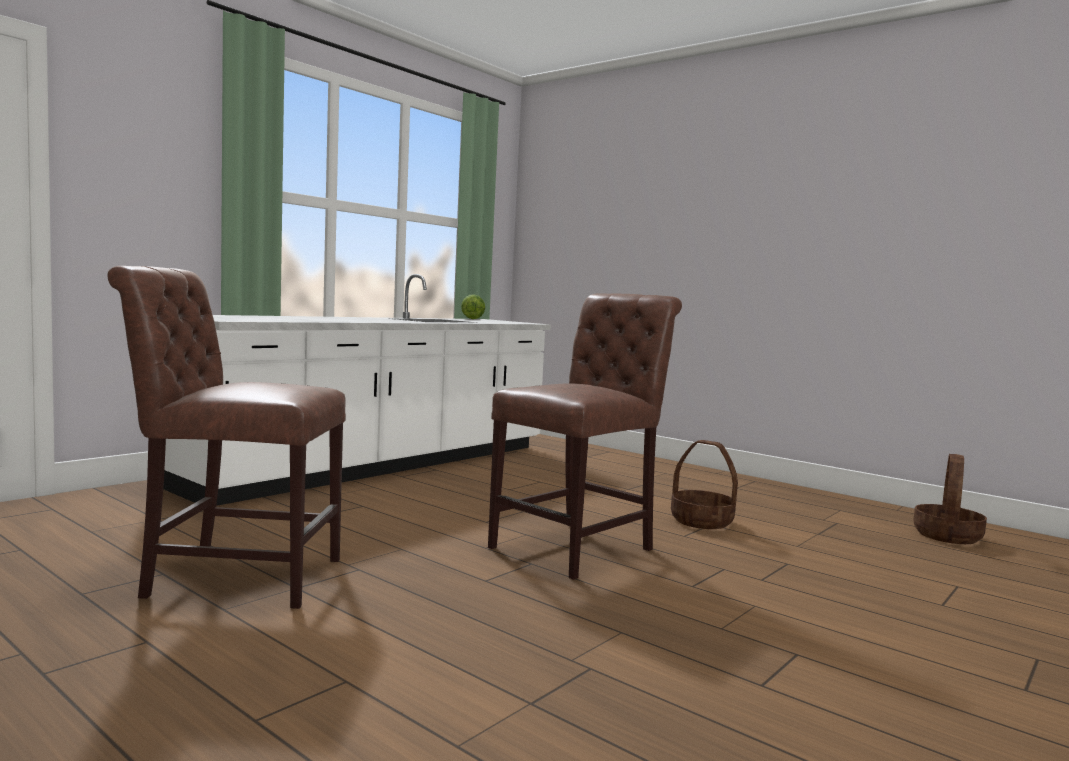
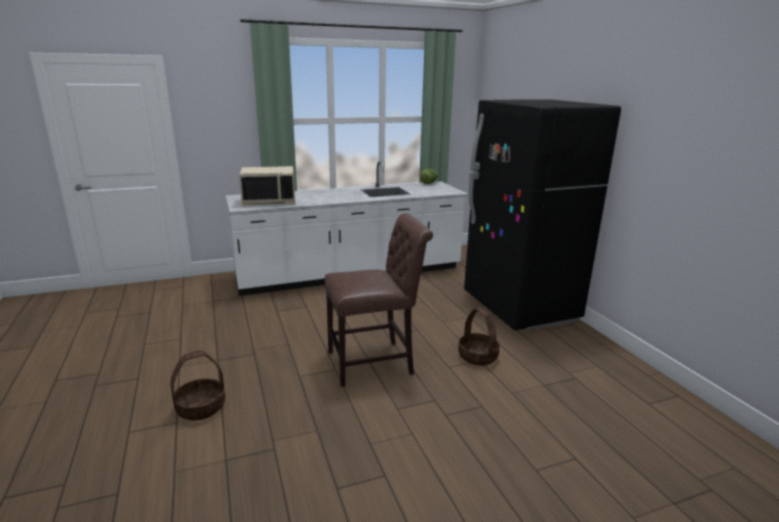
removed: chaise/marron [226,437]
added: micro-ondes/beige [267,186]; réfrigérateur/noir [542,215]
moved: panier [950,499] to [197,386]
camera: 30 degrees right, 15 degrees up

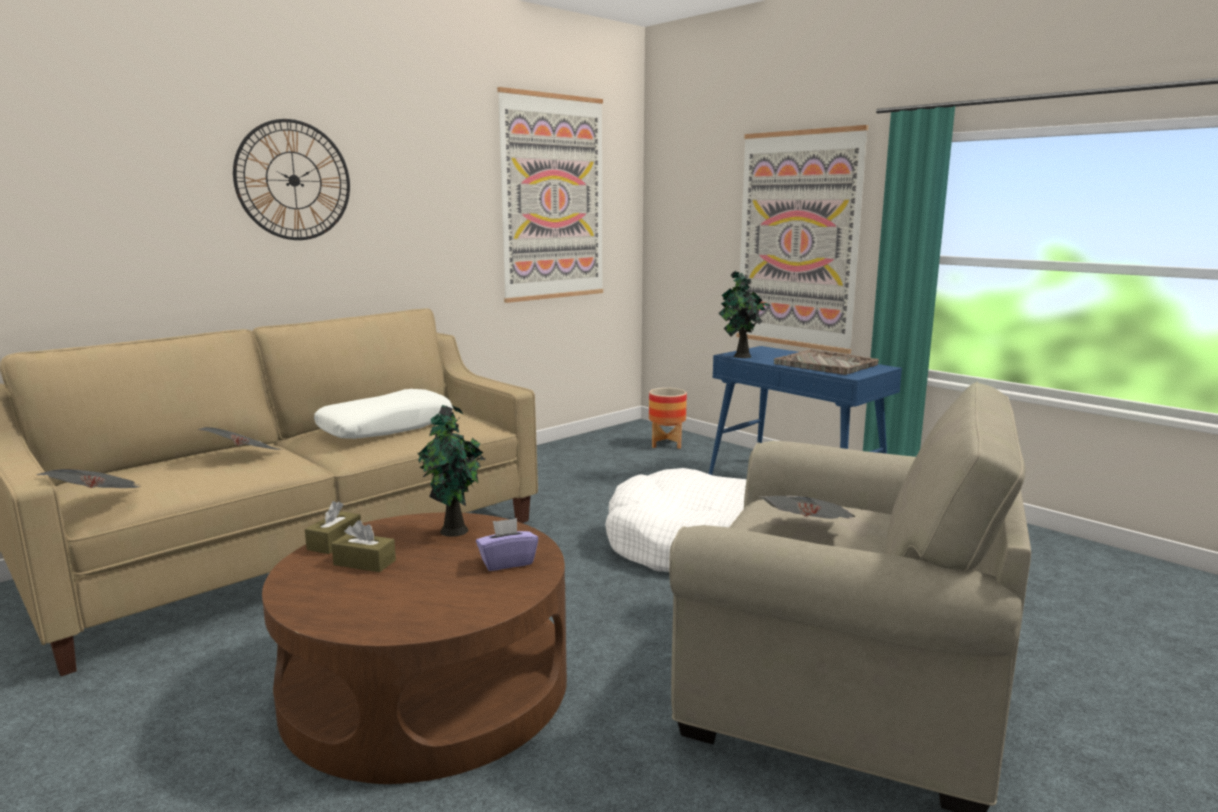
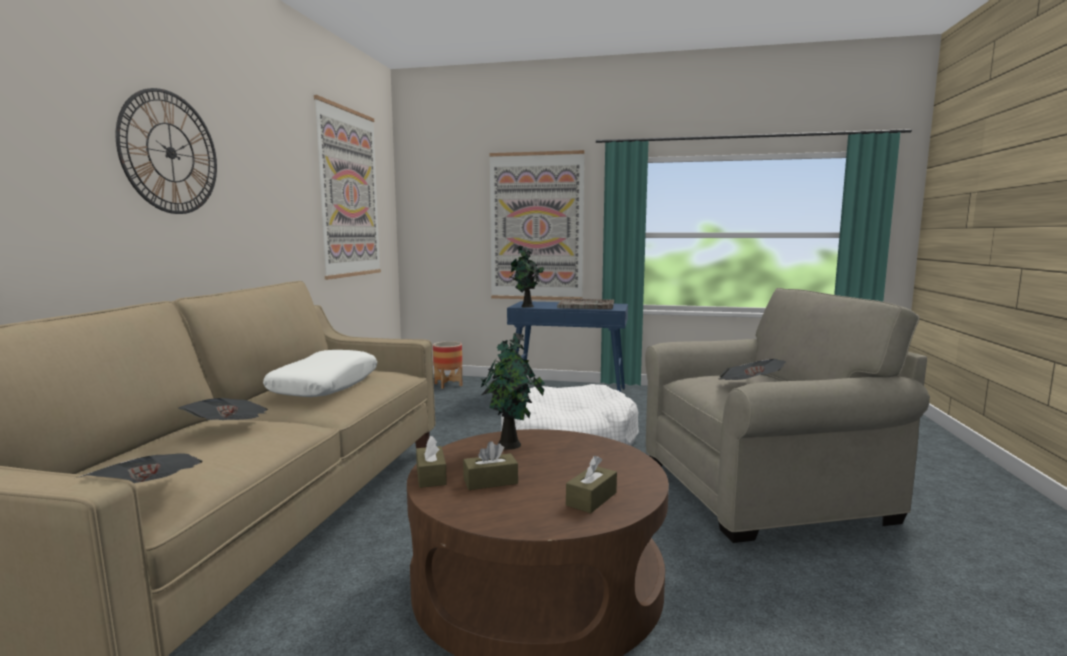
removed: boîte à mouchoirs/violet [507,544]
added: boîte à mouchoirs/marron [591,484]
camera: 35 degrees left, 5 degrees down

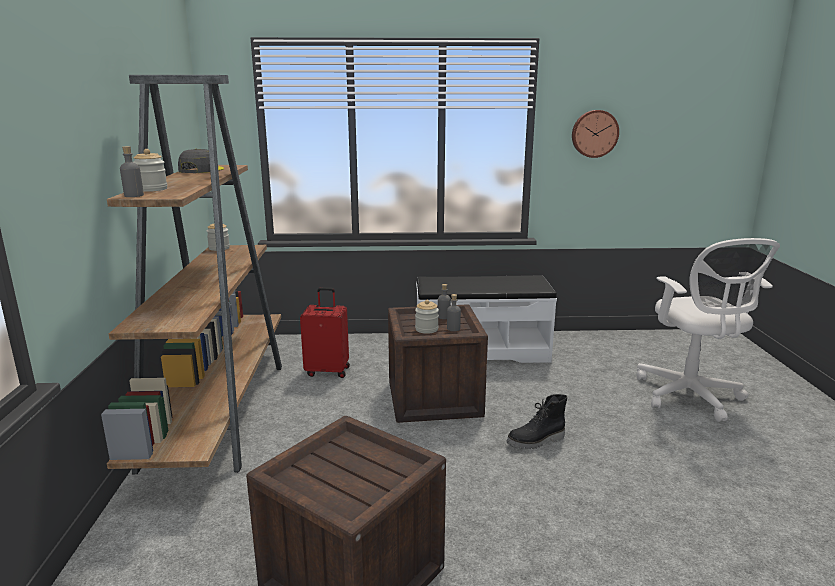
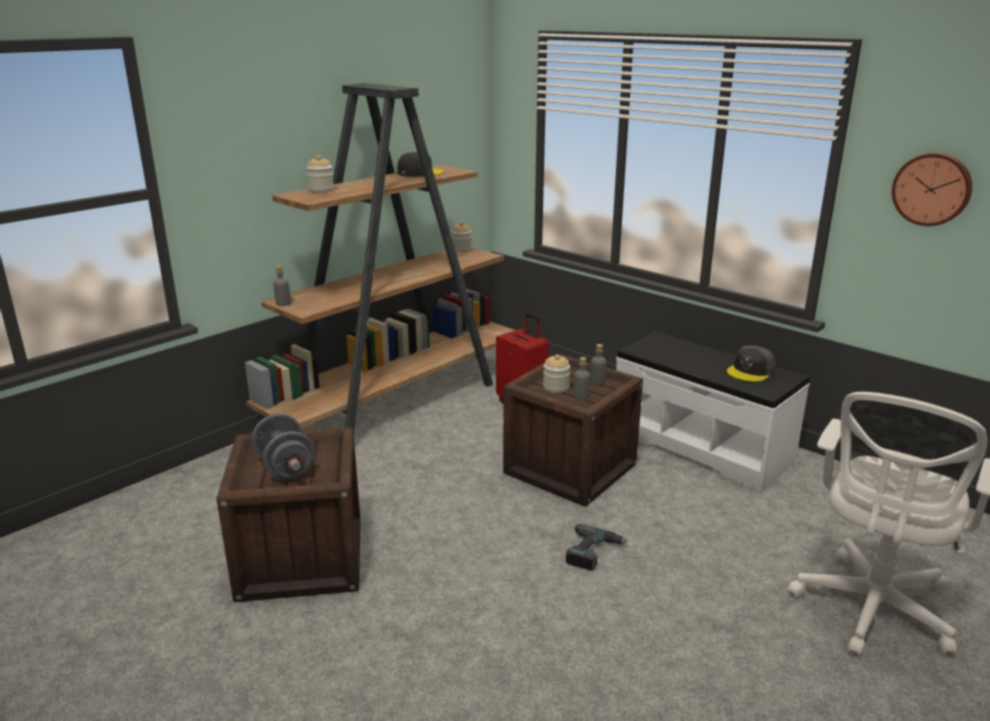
added: haltère/gris [283,446]; casquette/gris [751,363]
moved: bouteille/gris [132,171] to [282,285]
replaced: botte/noir [536,421] to perceuse [597,547]
camera: 45 degrees right, 5 degrees up

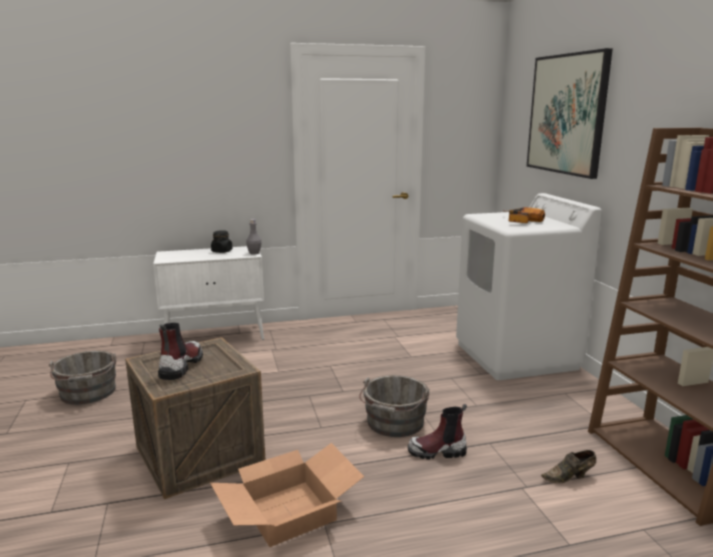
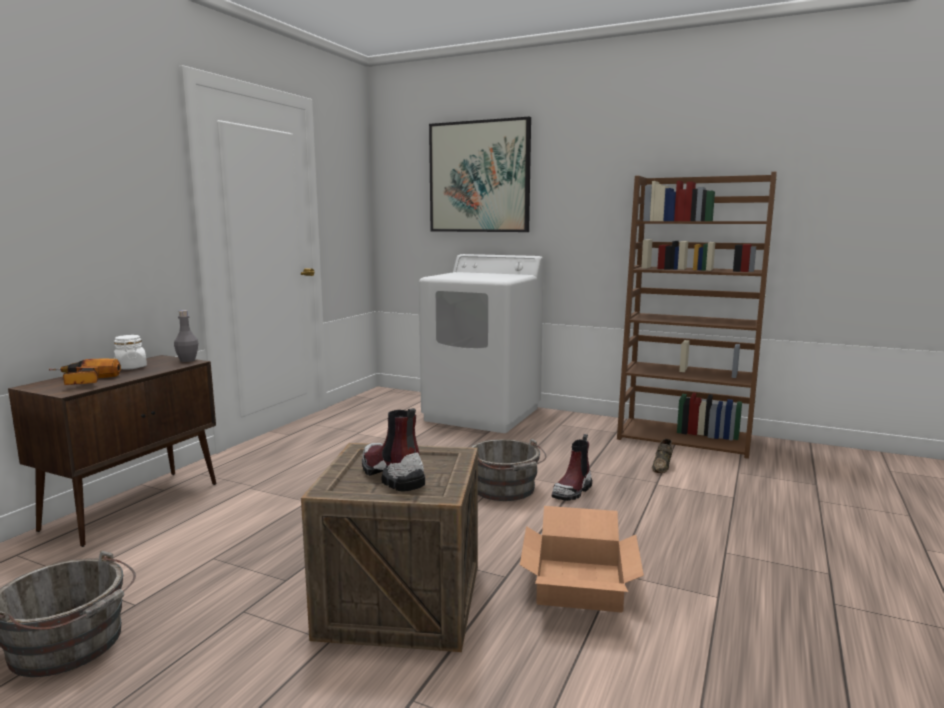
moved: perceuse [524,215] to [85,371]
recoloured: meuble de rangement/blanc [208,293] to meuble de rangement/marron [112,451]; bocal/noir [222,241] to bocal/blanc [130,352]
camera: 50 degrees left, 5 degrees down

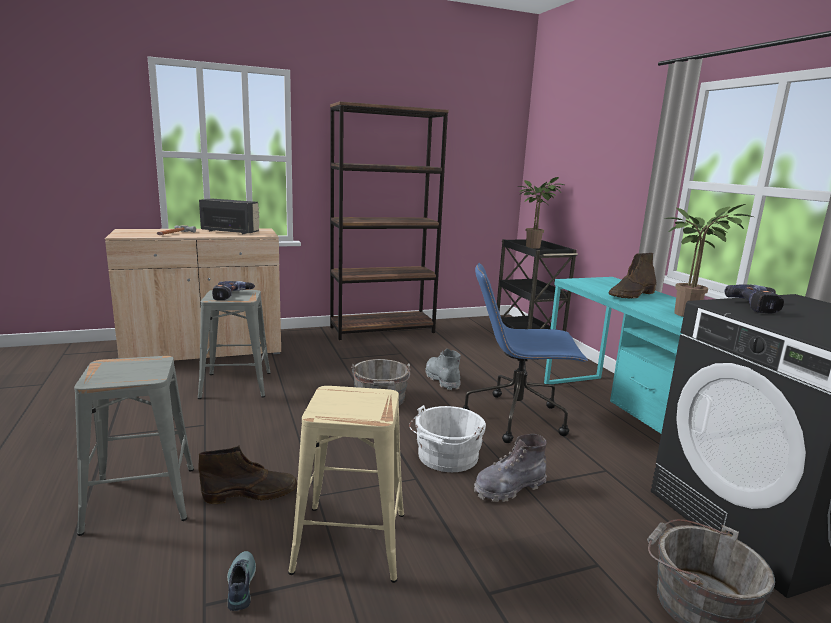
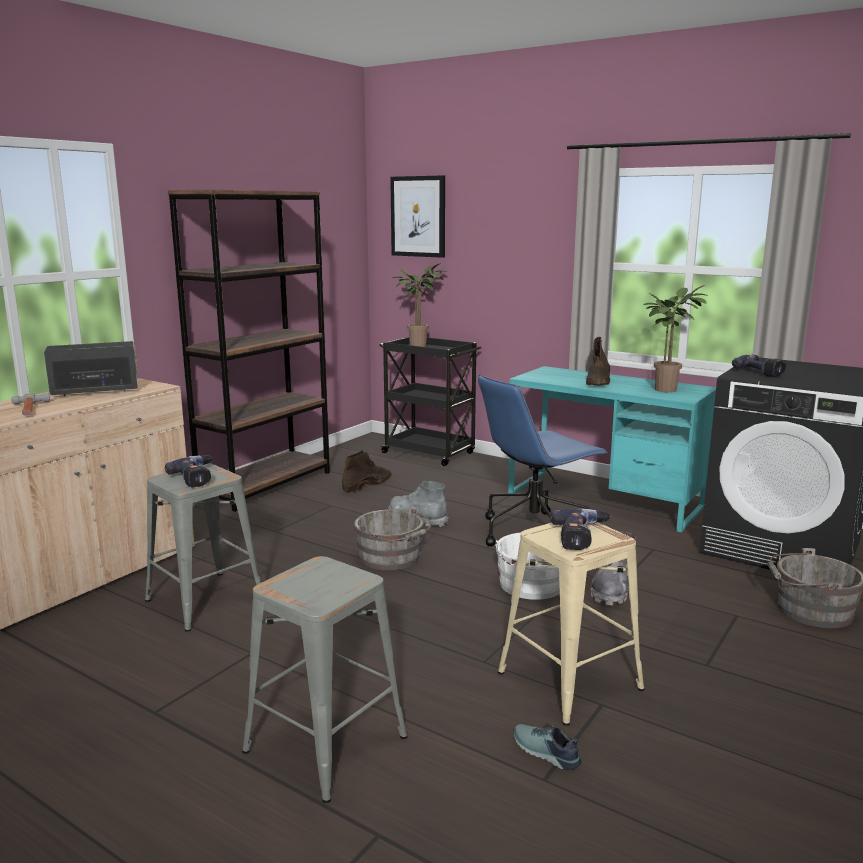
added: tableau [417,216]; perceuse [580,529]
moved: botte/marron [247,474] to [367,471]
camera: 35 degrees left, 0 degrees up

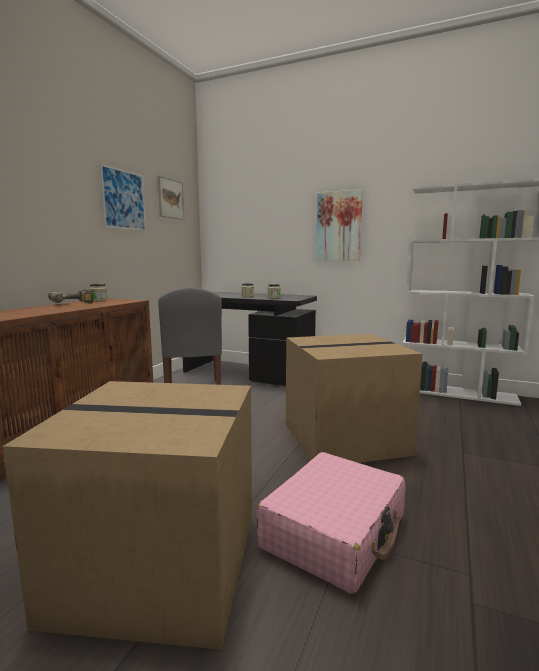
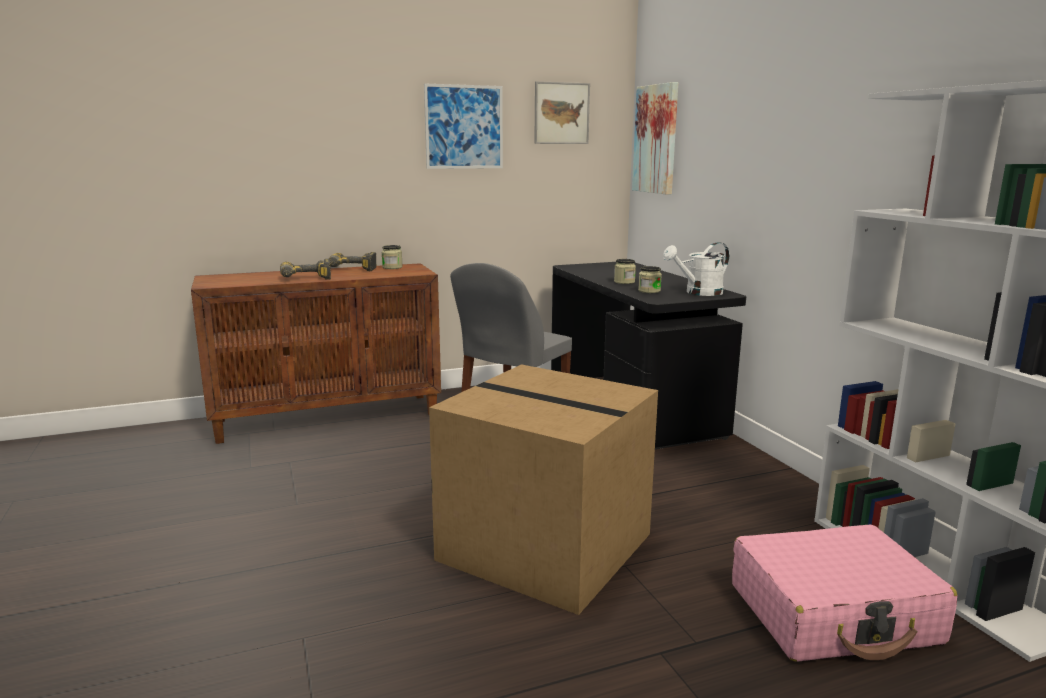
removed: carton [127,515]
added: perceuse [305,269]; arrosoir/blanc [696,269]
moved: tableau [339,225] to [655,138]; valise/rose [331,523] to [844,593]
camera: 45 degrees right, 5 degrees up

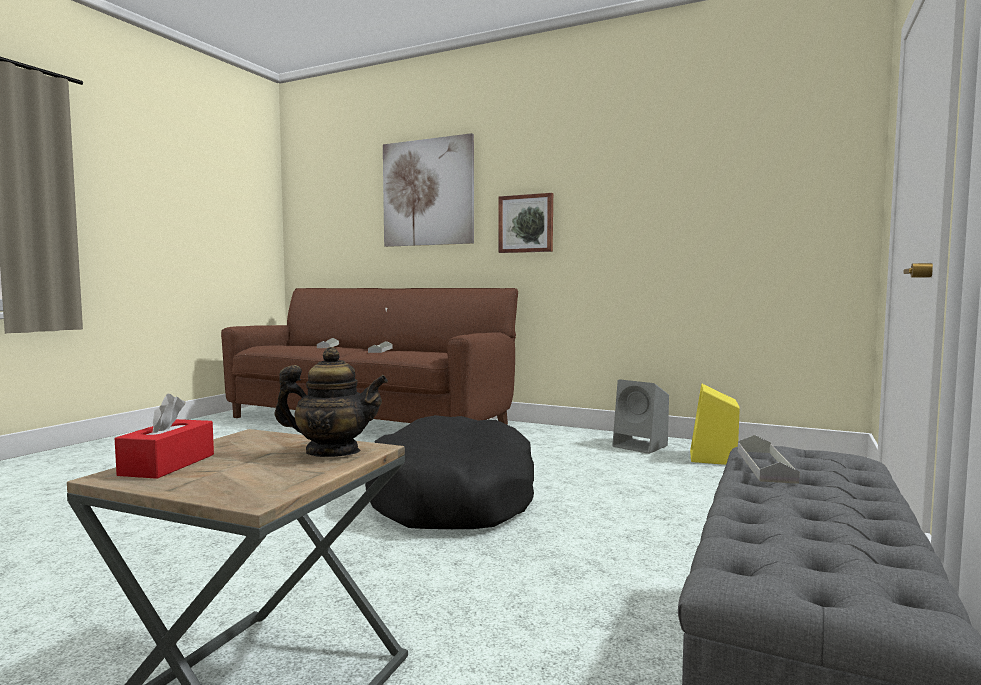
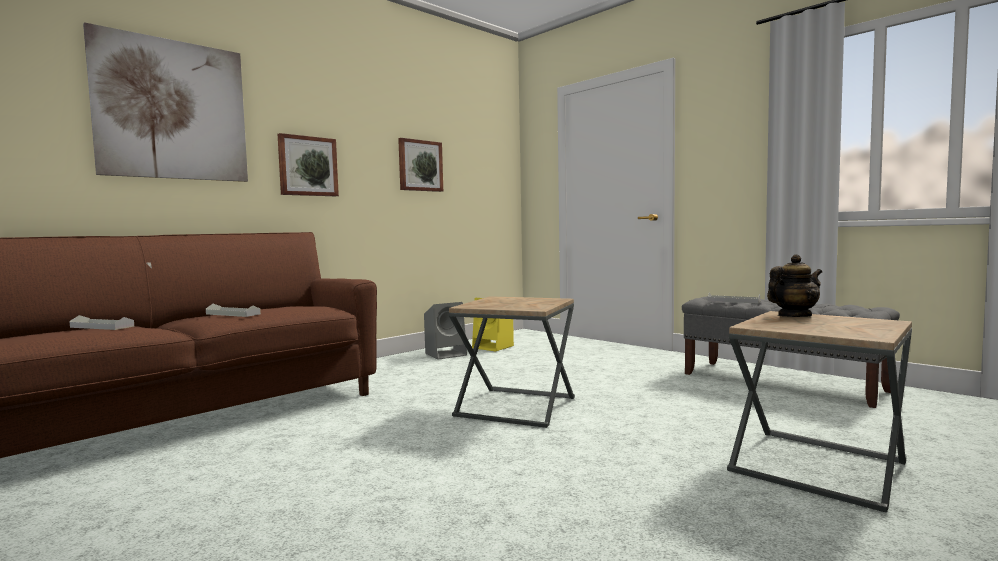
removed: boîte à mouchoirs/rouge [164,436]
added: tableau [420,165]
replaced: panier pour chien/noir [449,472] to table d'appoint/marron [512,362]
turned: théière [331,402] = [794,285] 45 degrees clockwise
camera: 70 degrees left, 0 degrees up

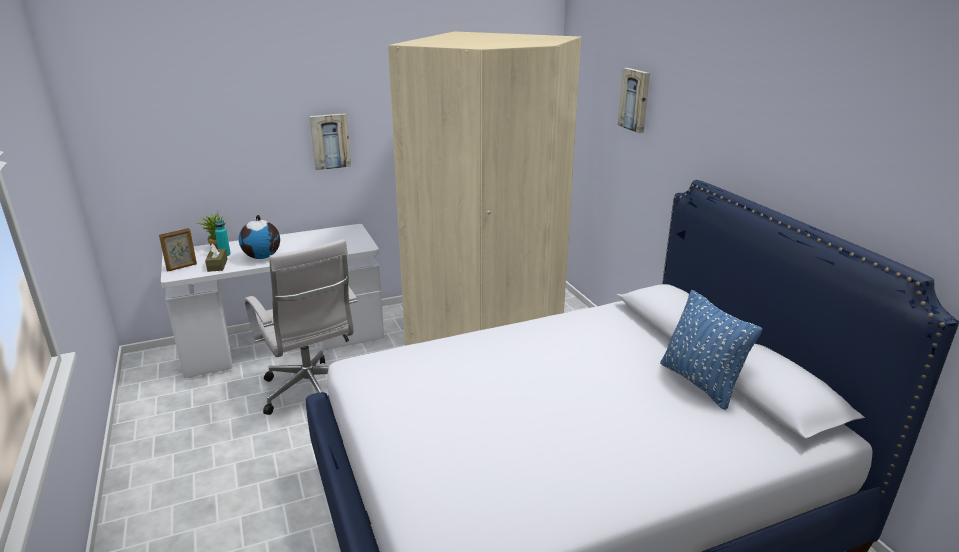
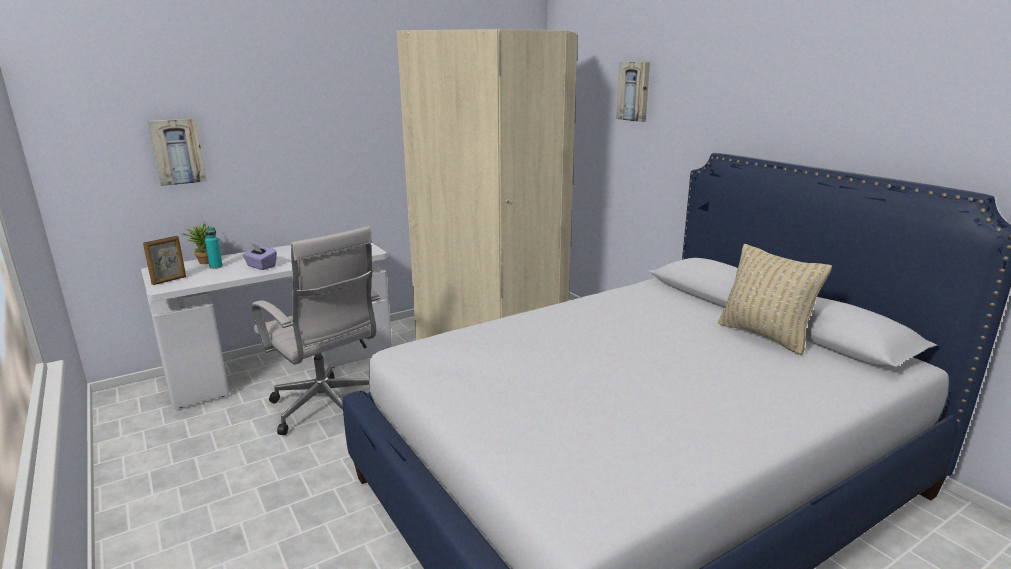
removed: boîte à mouchoirs/marron [216,257]
moved: tableau [330,141] to [177,152]
replaced: globe [259,237] to boîte à mouchoirs/violet [260,256]
recoloured: coussin/bleu [711,350] to coussin/beige [775,299]
camera: 10 degrees left, 5 degrees down

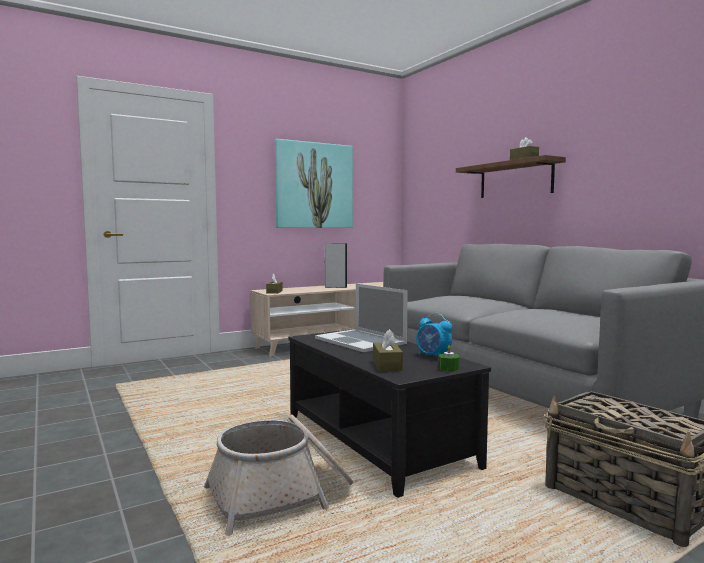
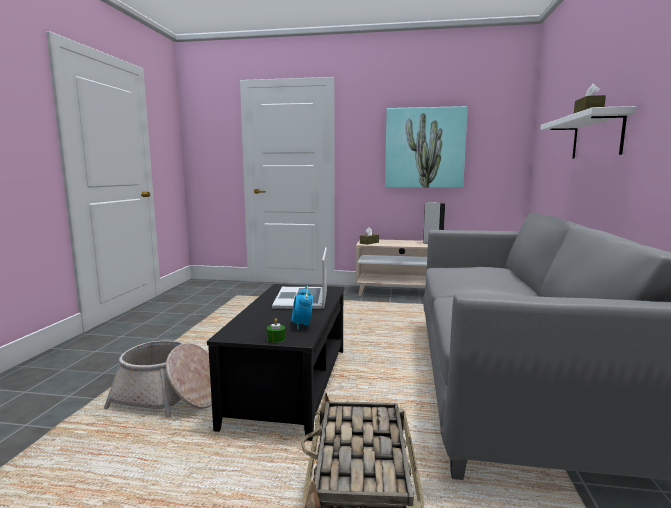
removed: boîte à mouchoirs/marron [388,350]
recoloured: étagère/marron [511,176] to étagère/blanc [588,132]
camera: 40 degrees right, 5 degrees up

